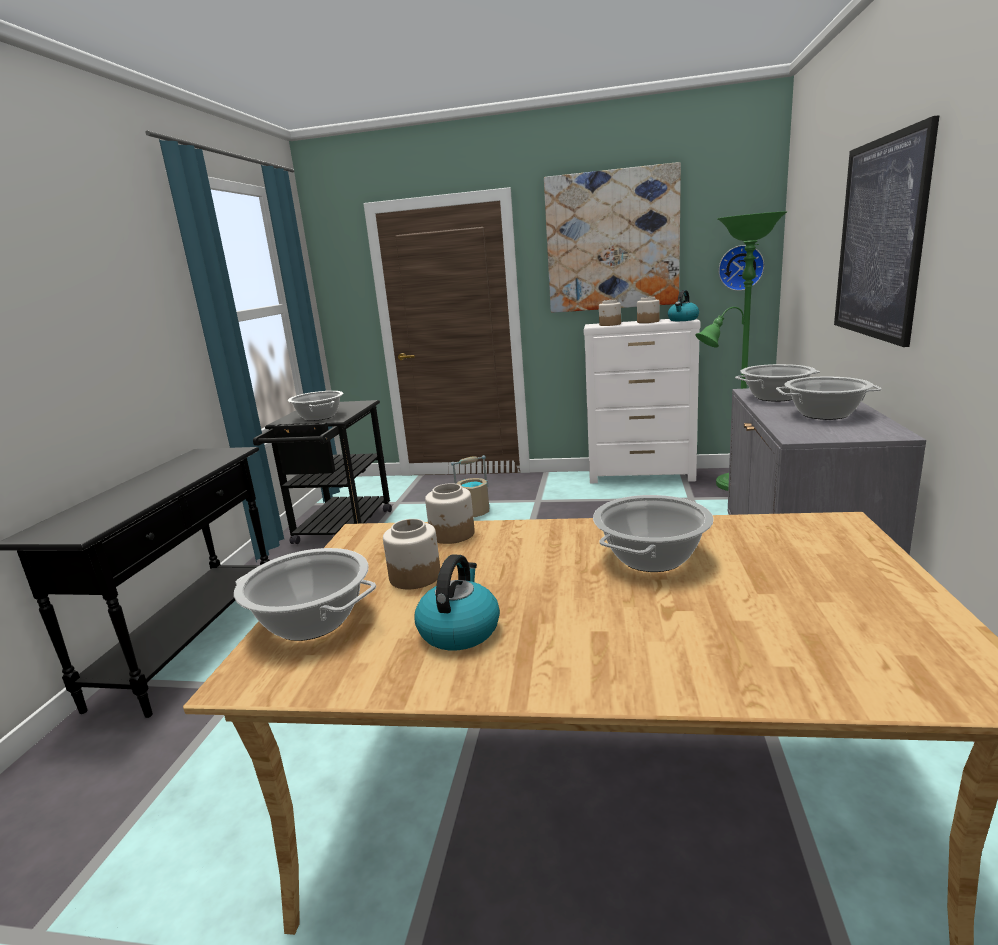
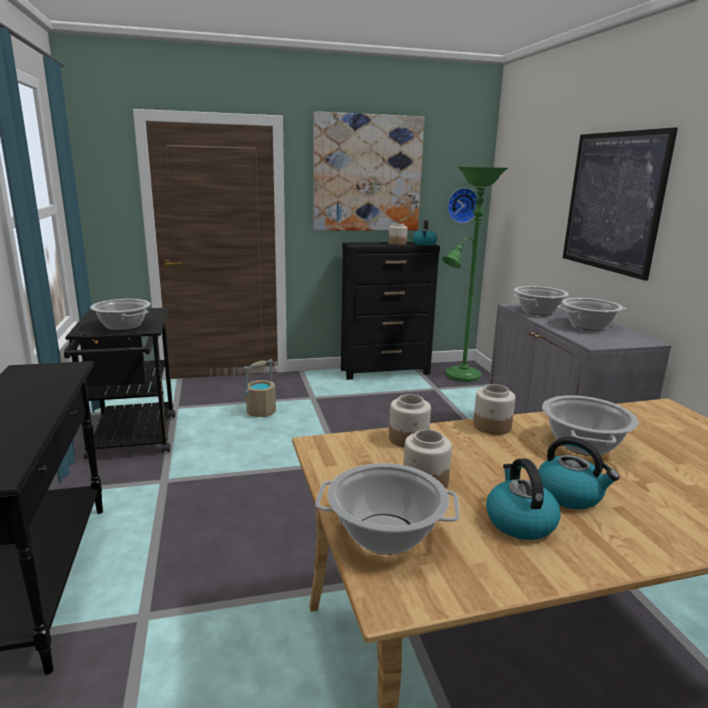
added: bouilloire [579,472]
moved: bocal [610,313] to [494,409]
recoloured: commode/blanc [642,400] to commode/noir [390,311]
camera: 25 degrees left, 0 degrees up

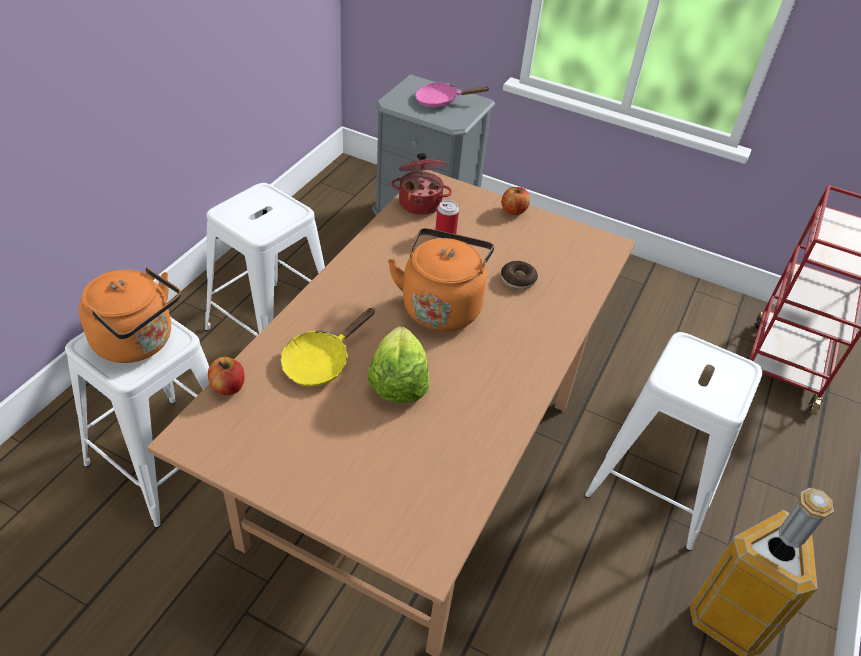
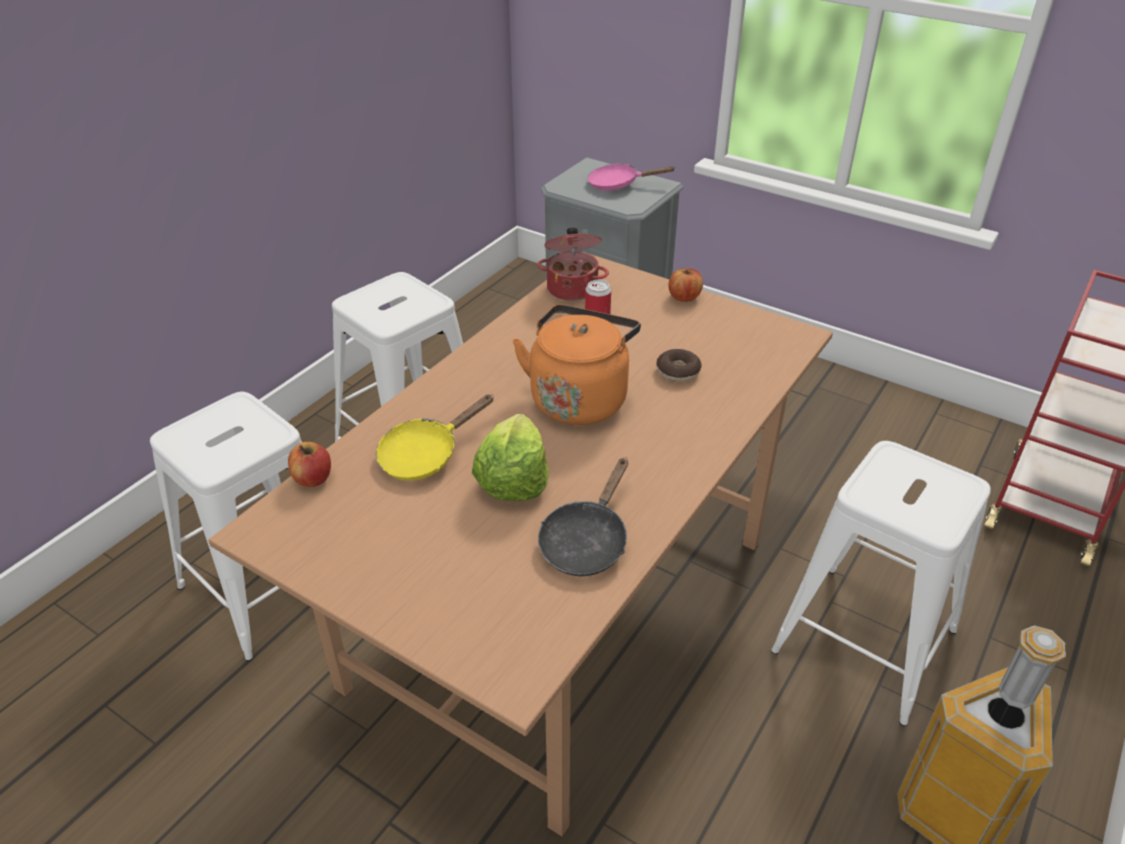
removed: bouilloire/orange [130,315]
added: poêle/noir [583,516]
camera: 10 degrees right, 5 degrees down

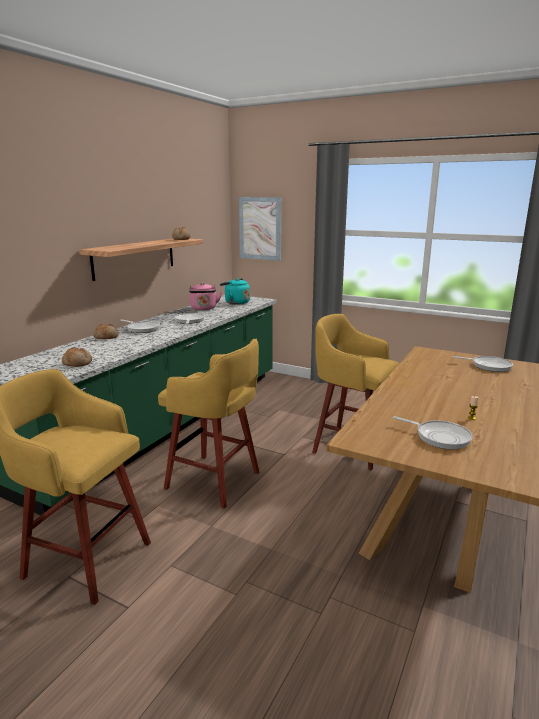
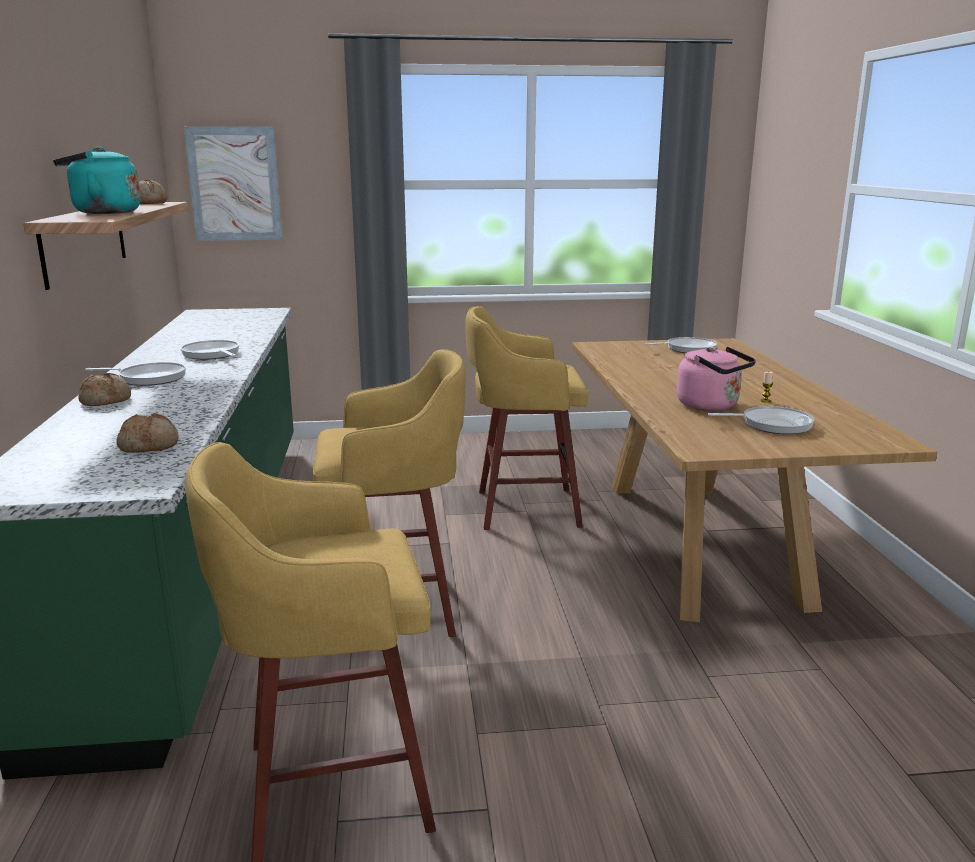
moved: bouilloire/turquoise [235,291] to [97,180]; bouilloire/rose [205,296] to [716,379]
camera: 35 degrees left, 0 degrees up

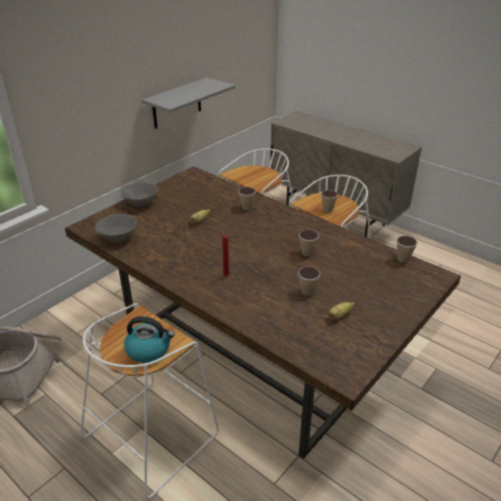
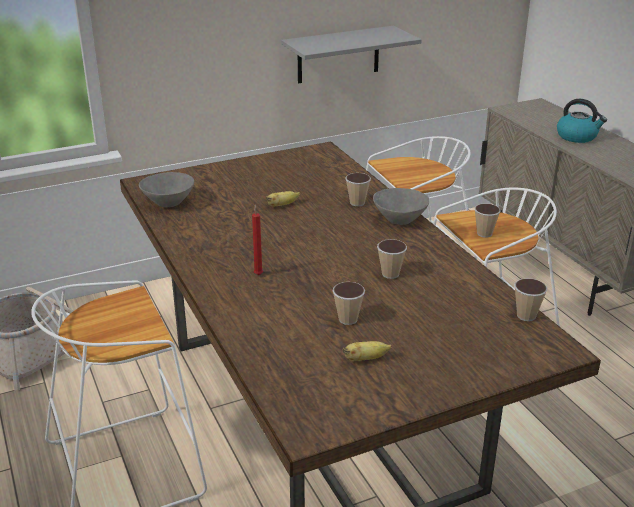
moved: bol/gris [139,194] to [401,206]; bouilloire [149,339] to [582,121]
camera: 25 degrees right, 5 degrees down

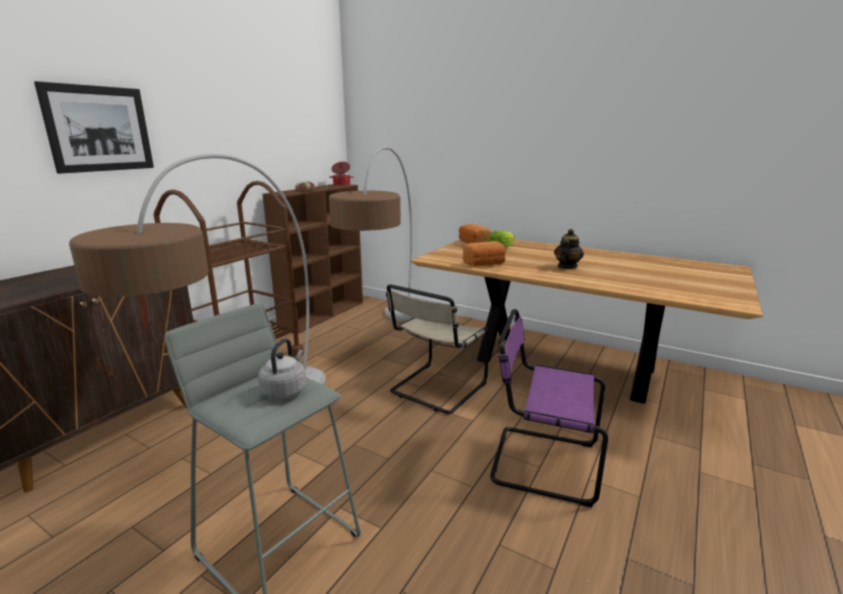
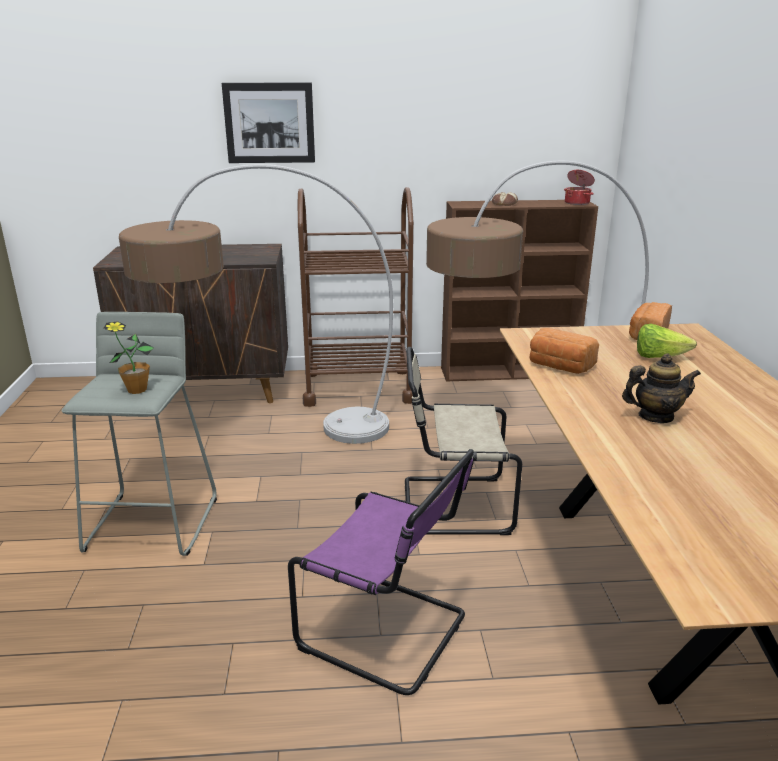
replaced: bouilloire/gris [282,368] to plante en pot [129,357]
turned: chaise/violet [549,408] = [381,572] 135 degrees clockwise
camera: 55 degrees right, 5 degrees up

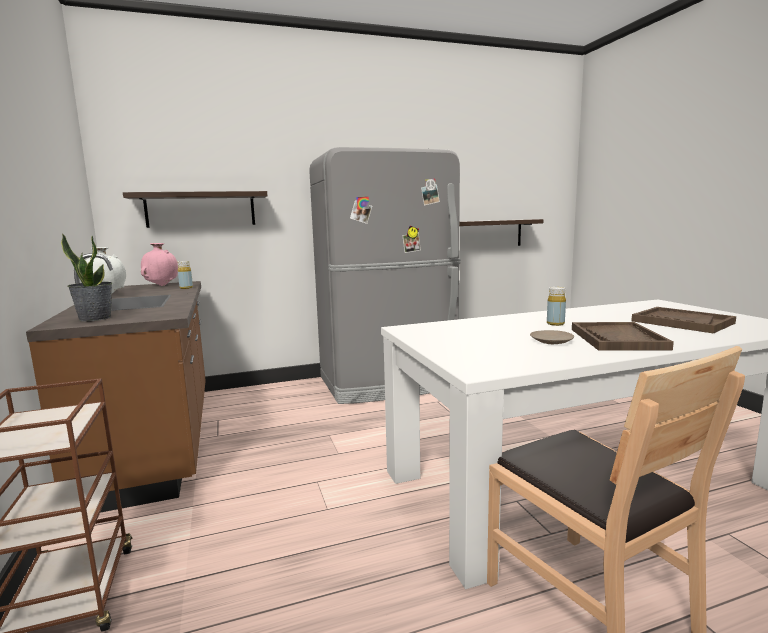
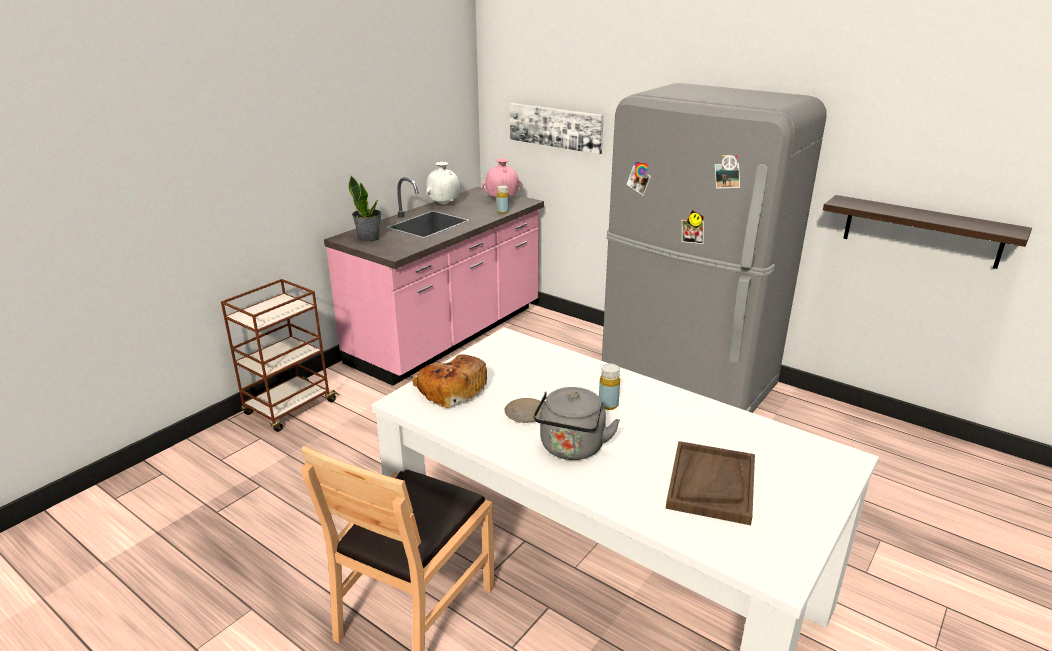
added: pain [449,381]
replaced: étagère [195,209] to tableau [557,128]; plateau/marron [623,336] to bouilloire/gris [576,423]
recoloured: comptoir de cuisine/marron [116,383] to comptoir de cuisine/rose [434,281]
camera: 55 degrees right, 15 degrees up

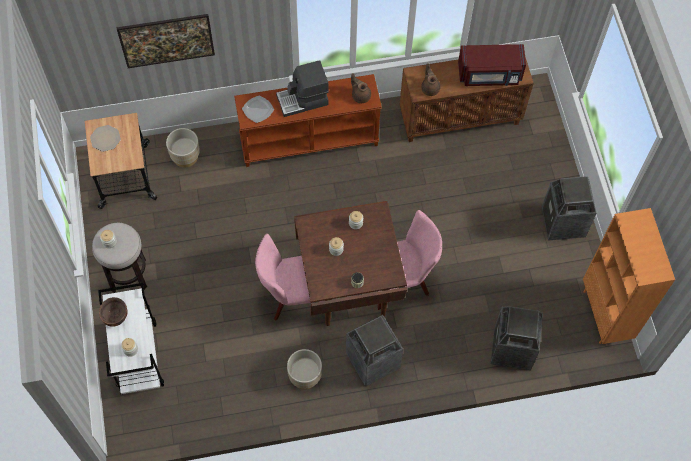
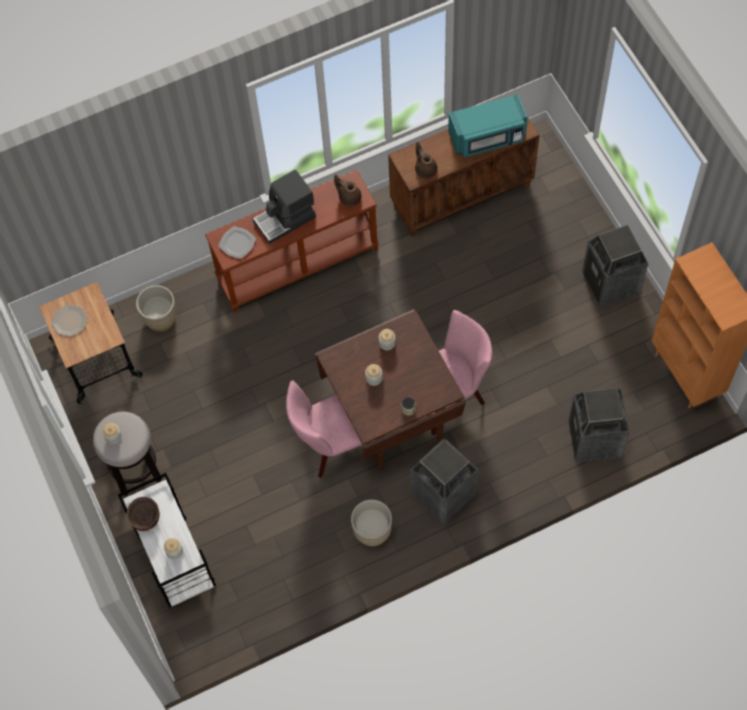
removed: tableau [165,41]
recoloured: micro-ondes/rouge [492,65] to micro-ondes/turquoise [488,125]
camera: 10 degrees left, 0 degrees up

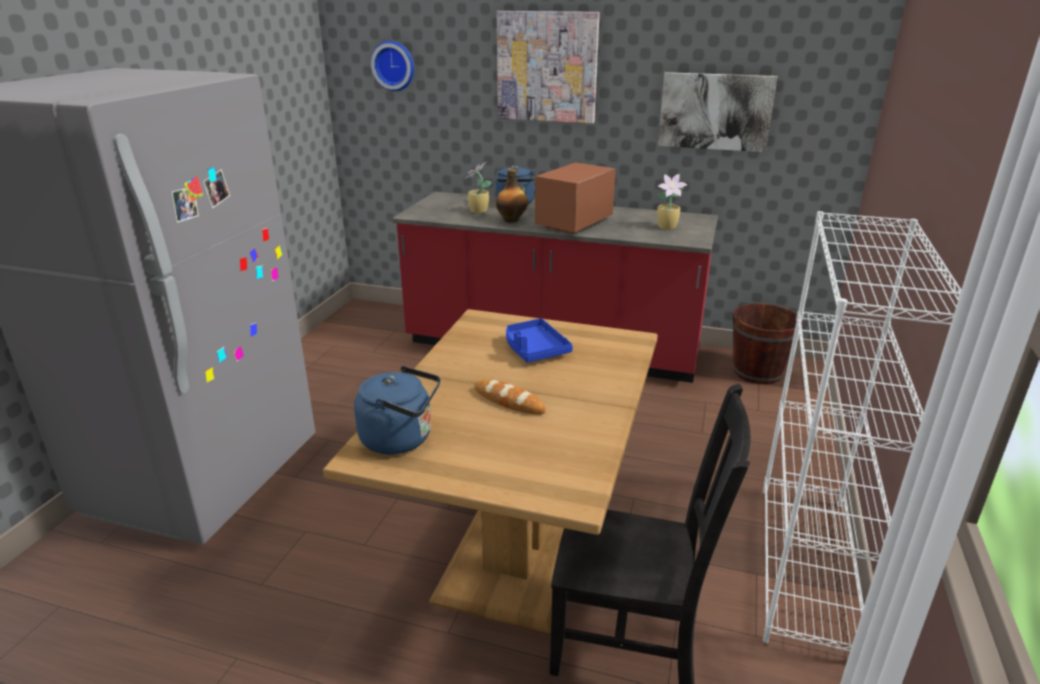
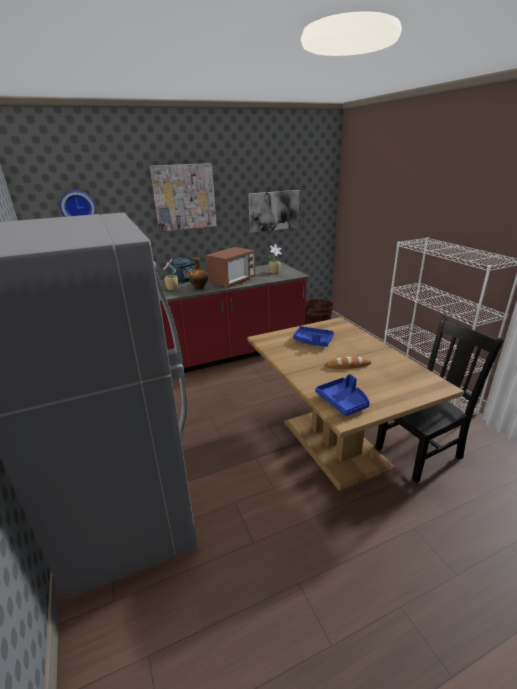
replaced: bouilloire/bleu [397,410] to plateau/bleu [343,395]
turned: micro-ondes [575,198] = [230,267] 135 degrees counterclockwise
camera: 40 degrees left, 0 degrees up

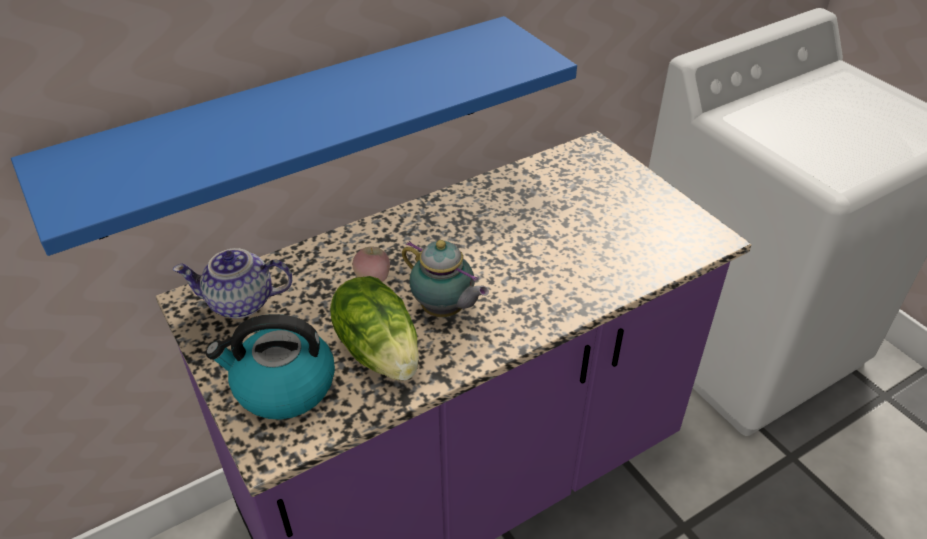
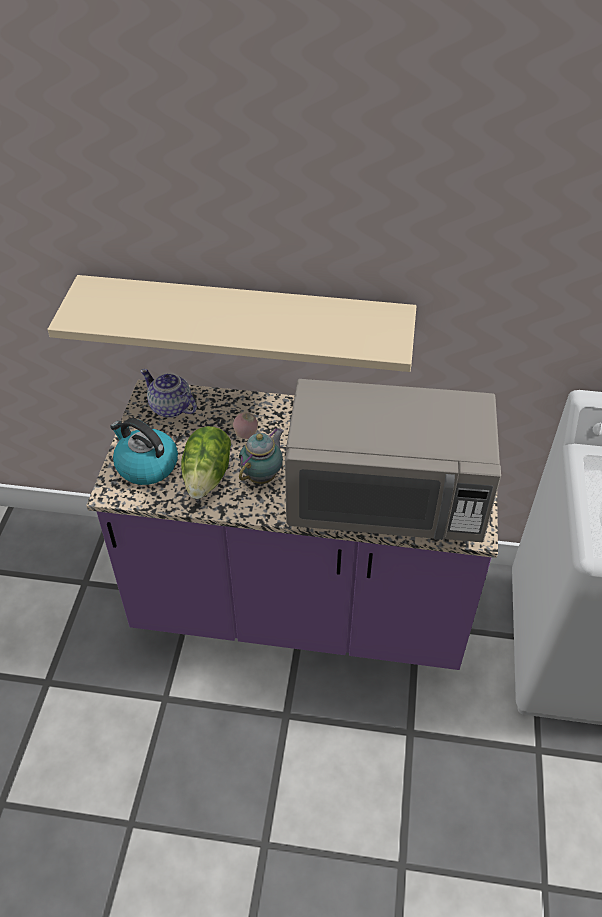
added: micro-ondes/gris [393,460]
recoloured: étagère/bleu [294,136] to étagère/beige [232,323]
turned: théière [445,278] = [261,456] 135 degrees counterclockwise
camera: 40 degrees right, 5 degrees up

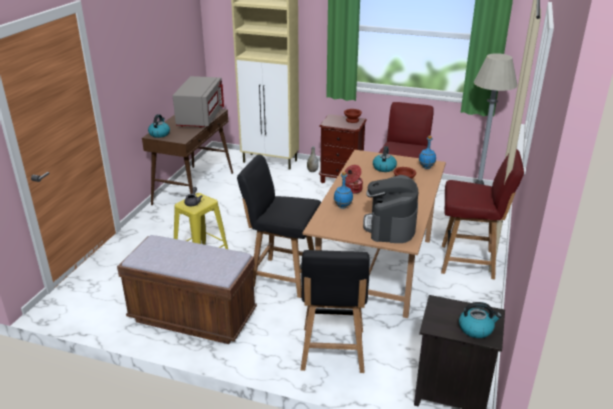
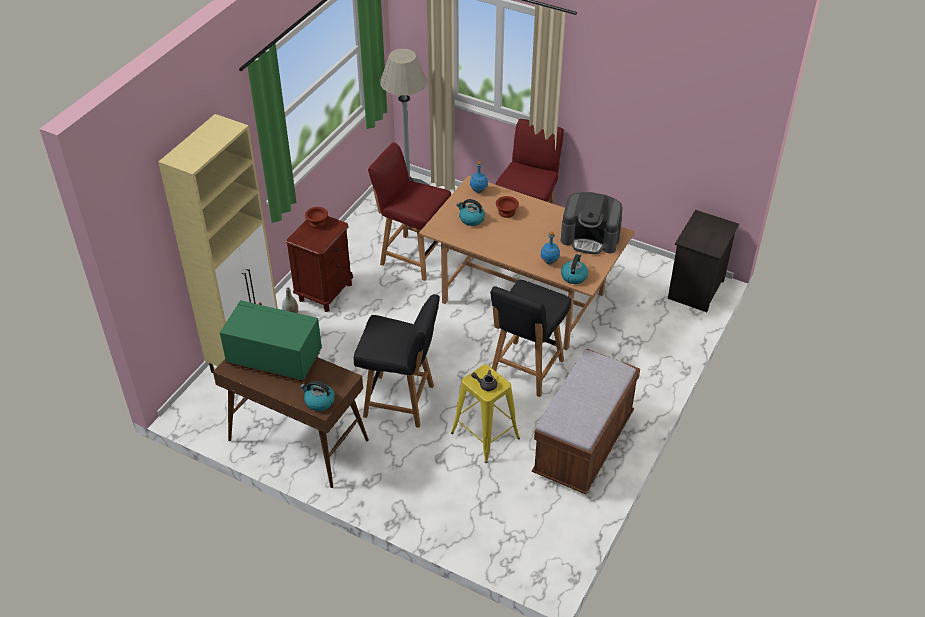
removed: marmite [353,179]
moved: chaise/noir [335,311] to [397,361]; bouilloire [480,320] to [574,269]
recoloured: micro-ondes/gris [198,101] to micro-ondes/vert [271,341]
camera: 80 degrees left, 15 degrees up

